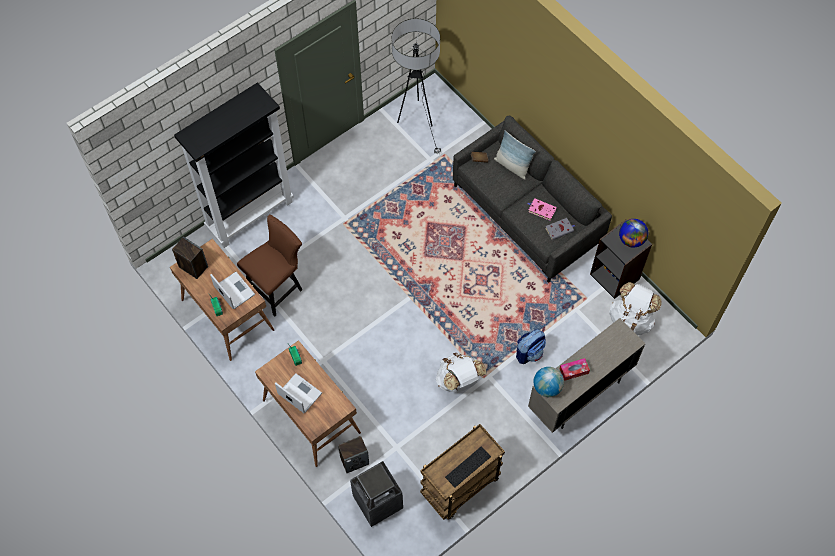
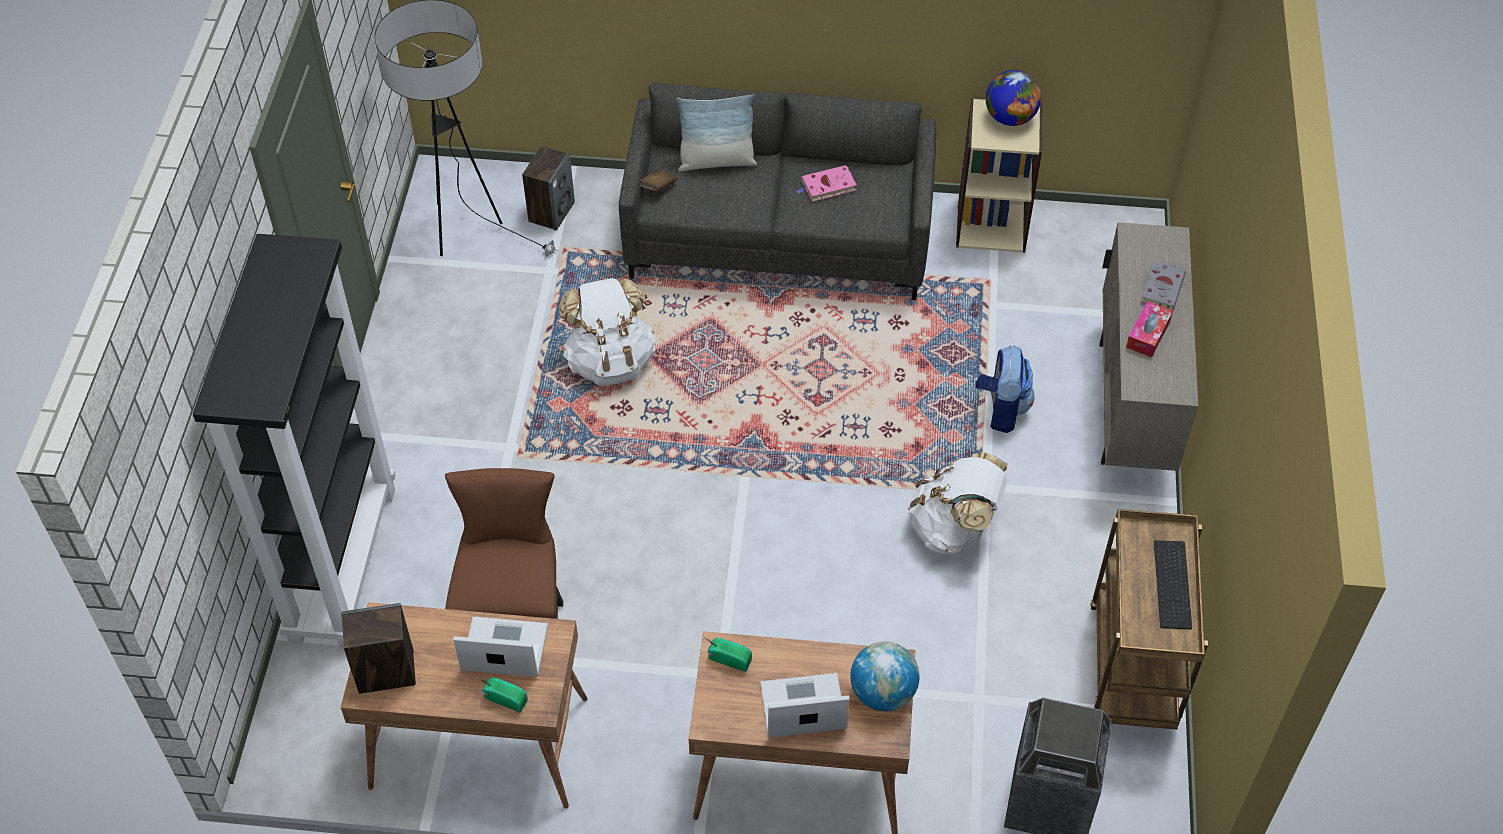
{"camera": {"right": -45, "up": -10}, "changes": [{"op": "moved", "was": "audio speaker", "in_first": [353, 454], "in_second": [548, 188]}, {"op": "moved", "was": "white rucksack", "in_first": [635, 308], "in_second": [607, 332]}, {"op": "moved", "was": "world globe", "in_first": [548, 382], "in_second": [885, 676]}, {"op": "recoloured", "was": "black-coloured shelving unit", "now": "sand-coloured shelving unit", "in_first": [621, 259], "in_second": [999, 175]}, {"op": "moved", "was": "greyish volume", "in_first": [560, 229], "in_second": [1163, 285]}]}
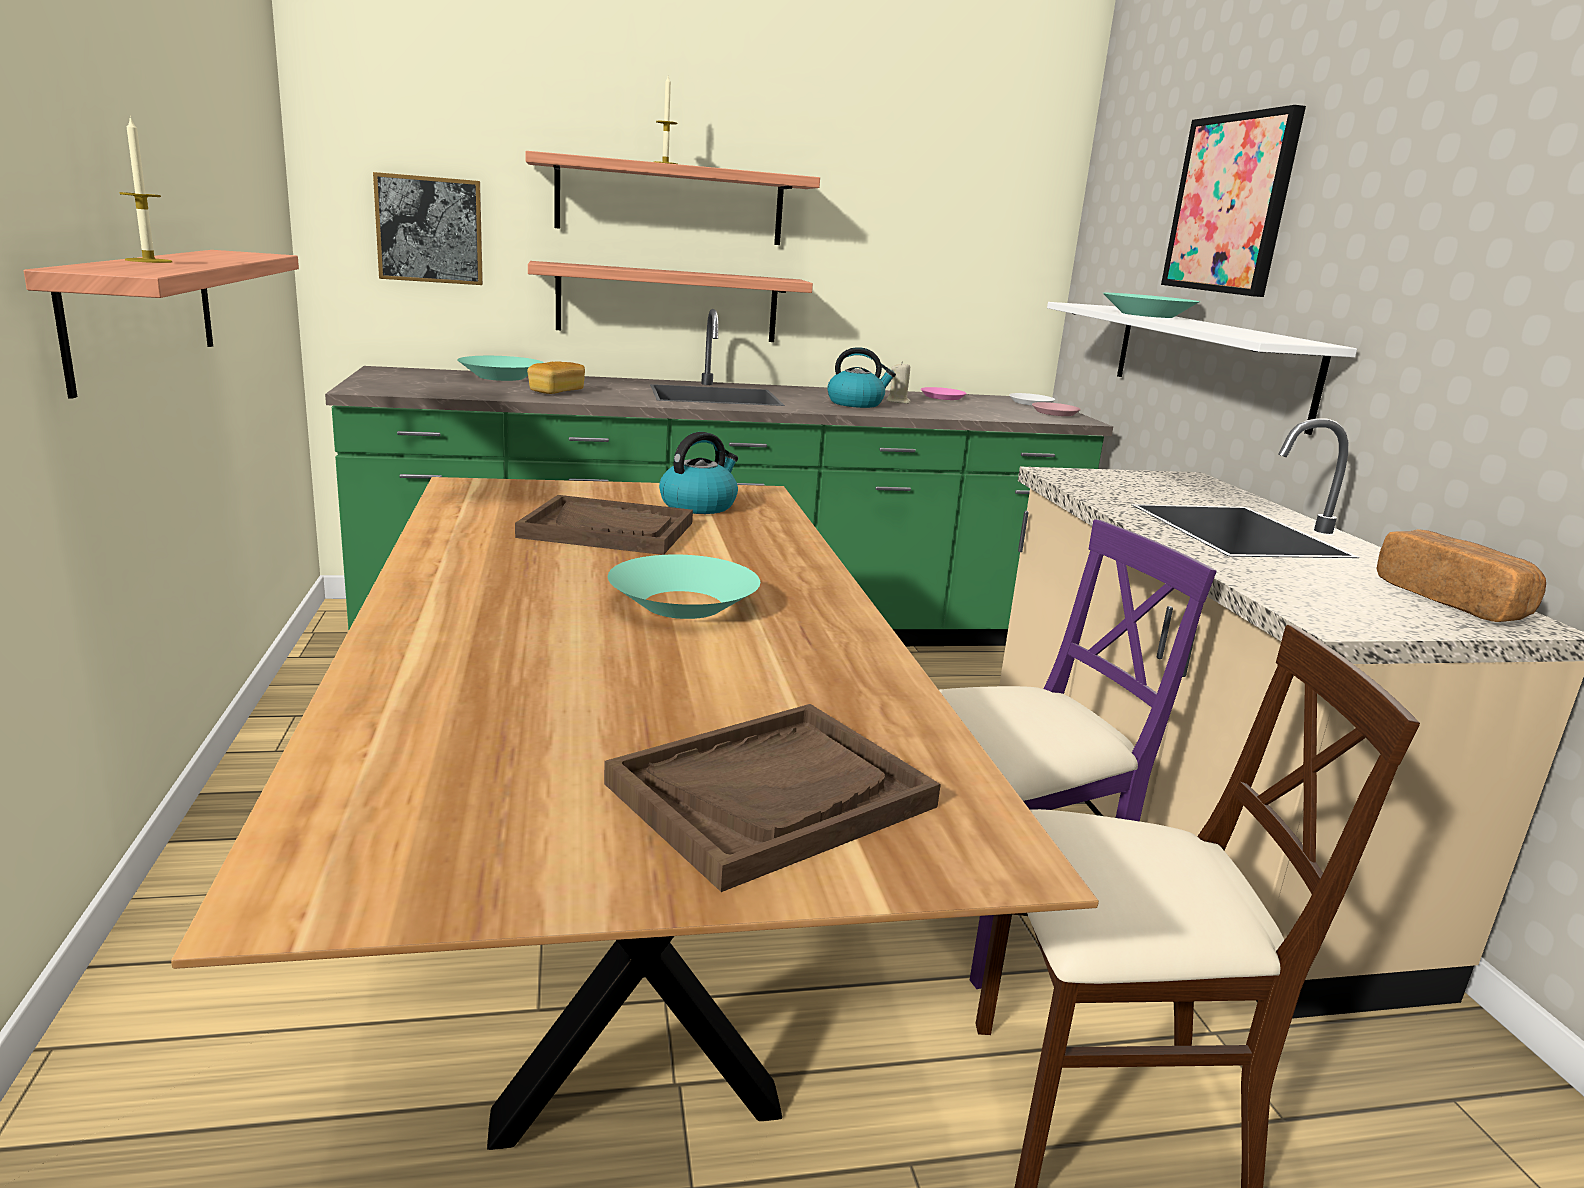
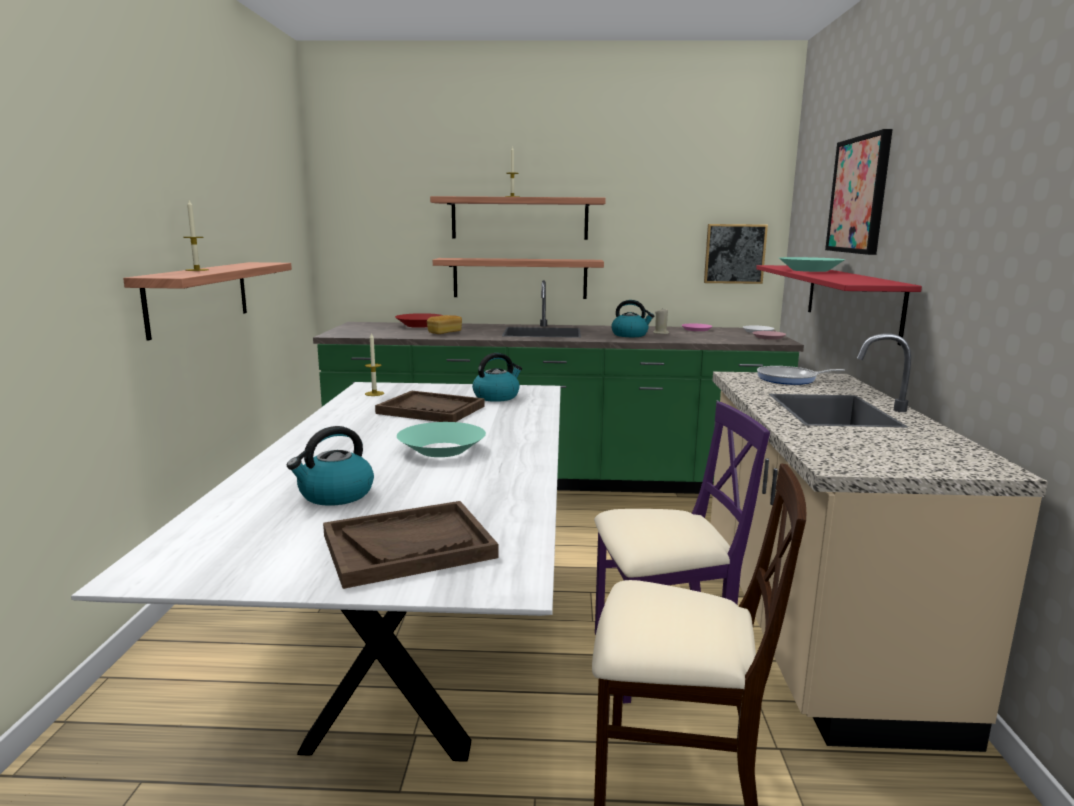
{"camera": {"right": 15, "up": -5}, "changes": [{"op": "recoloured", "was": "brown-coloured dining table", "now": "white dining table", "in_first": [635, 813], "in_second": [316, 572]}, {"op": "added", "now": "kettle", "in_second": [330, 466]}, {"op": "added", "now": "wax light", "in_second": [374, 364]}, {"op": "recoloured", "was": "turquoise-coloured deep dish", "now": "red-coloured deep dish", "in_first": [500, 368], "in_second": [418, 320]}, {"op": "moved", "was": "picture", "in_first": [428, 228], "in_second": [736, 254]}, {"op": "recoloured", "was": "white wall shelf", "now": "red-coloured wall shelf", "in_first": [1202, 368], "in_second": [839, 305]}, {"op": "added", "now": "skillet", "in_second": [801, 375]}, {"op": "removed", "was": "baked bread", "in_first": [1461, 575]}]}
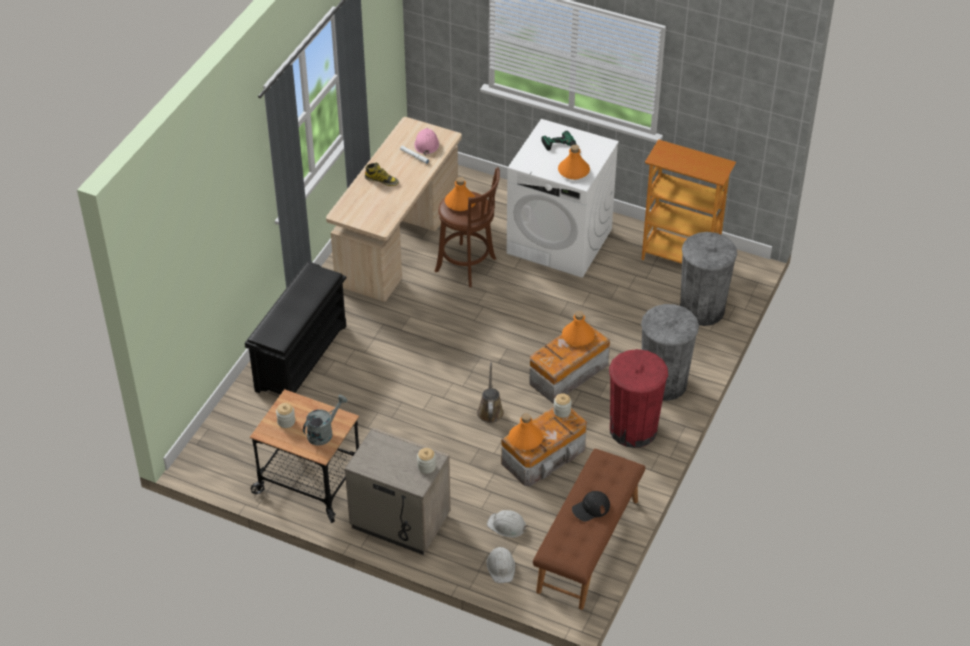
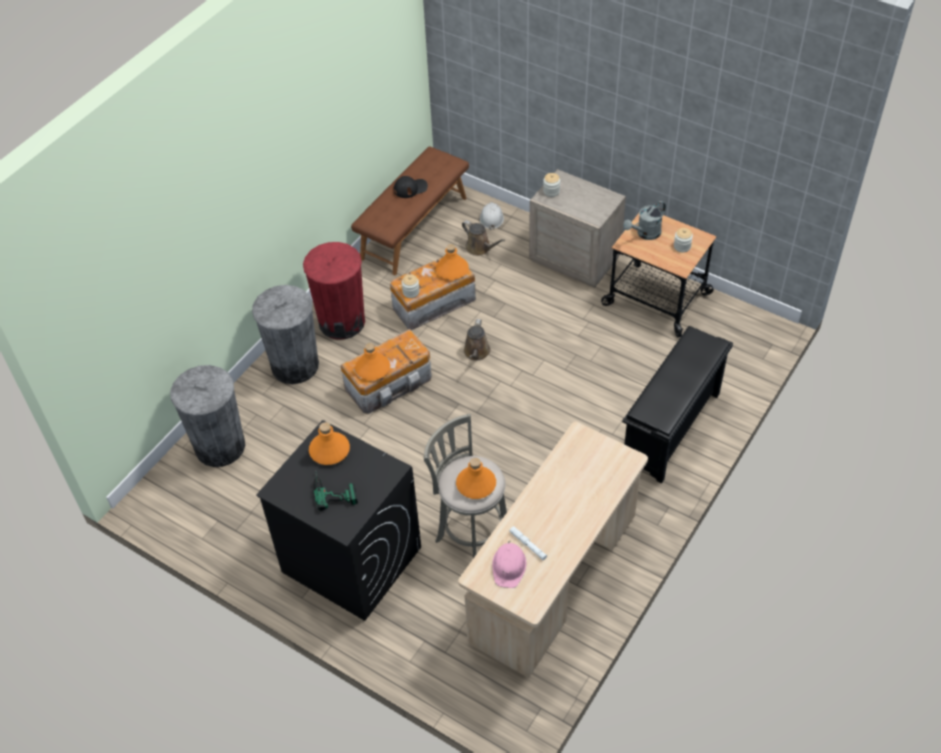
{"camera": {"right": -170, "up": 5}, "changes": [{"op": "recoloured", "was": "white washing machine", "now": "black-coloured washing machine", "in_first": [563, 198], "in_second": [338, 520]}, {"op": "recoloured", "was": "brown-coloured stool seat", "now": "greyish stool seat", "in_first": [467, 227], "in_second": [465, 486]}, {"op": "replaced", "was": "white work helmet", "now": "brown-coloured watering pot", "in_first": [507, 524], "in_second": [483, 238]}, {"op": "removed", "was": "tall boot", "in_first": [382, 174]}, {"op": "removed", "was": "shelving unit", "in_first": [689, 201]}]}
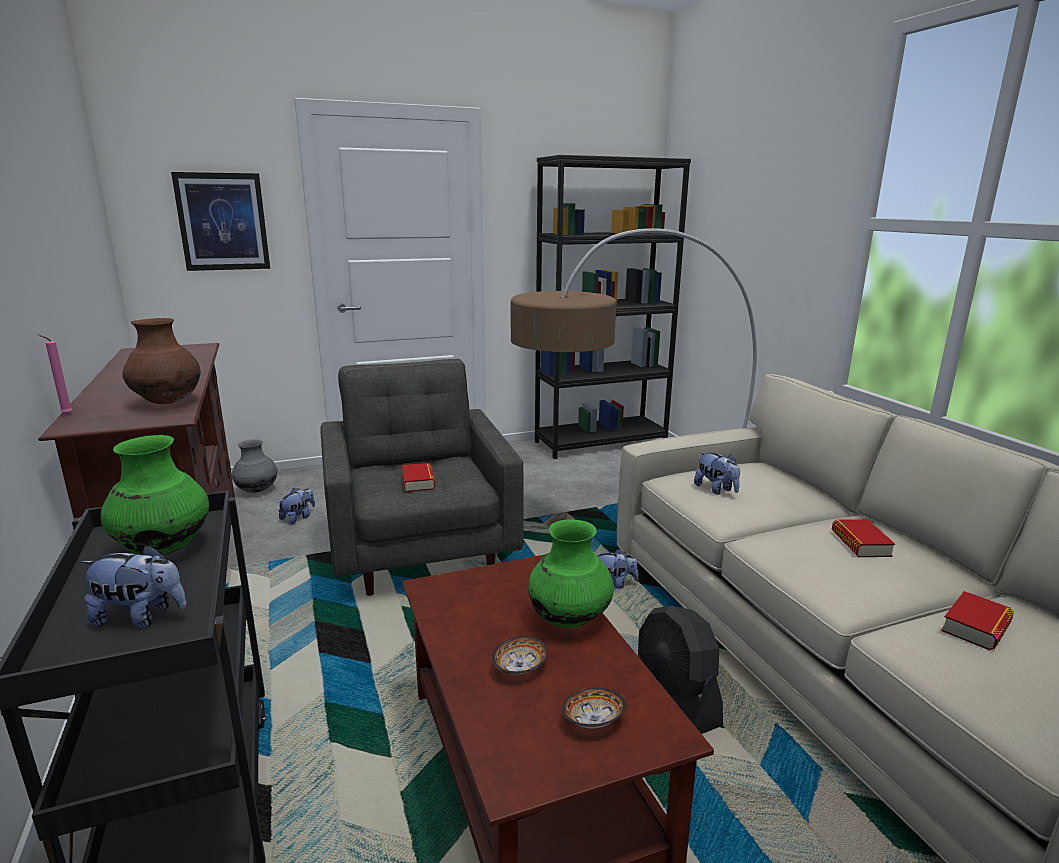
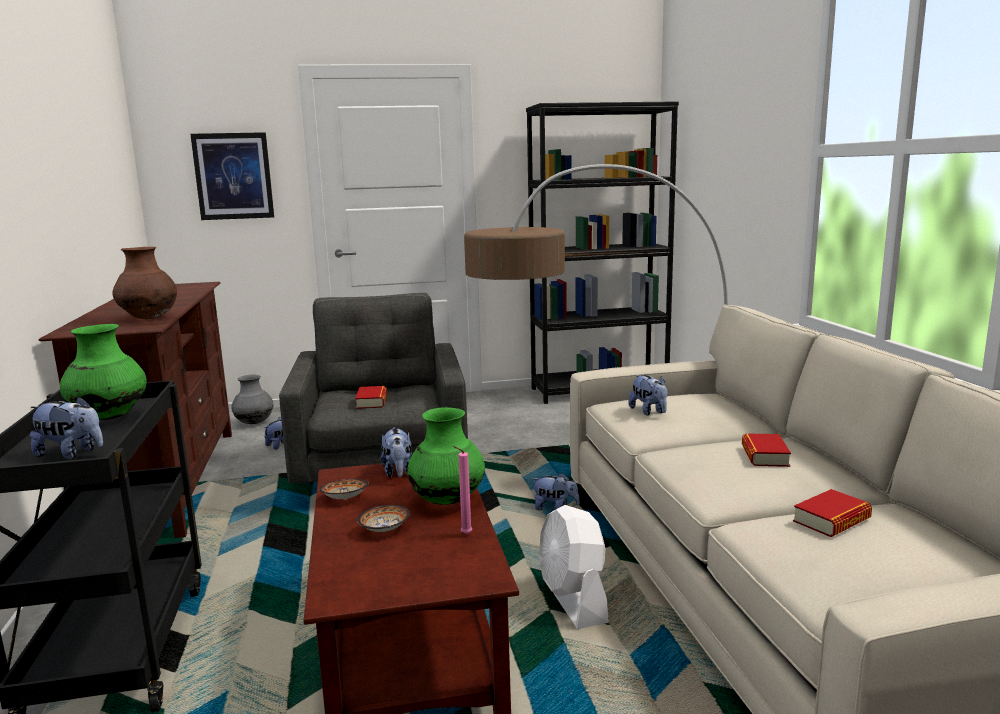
{"camera": {"right": 10, "up": -5}, "changes": [{"op": "moved", "was": "deep dish", "in_first": [594, 708], "in_second": [344, 489]}, {"op": "added", "now": "cuddly toy", "in_second": [396, 452]}, {"op": "moved", "was": "pinkish wax light", "in_first": [55, 374], "in_second": [462, 490]}, {"op": "recoloured", "was": "black-coloured cooling fan", "now": "white cooling fan", "in_first": [680, 670], "in_second": [574, 567]}]}
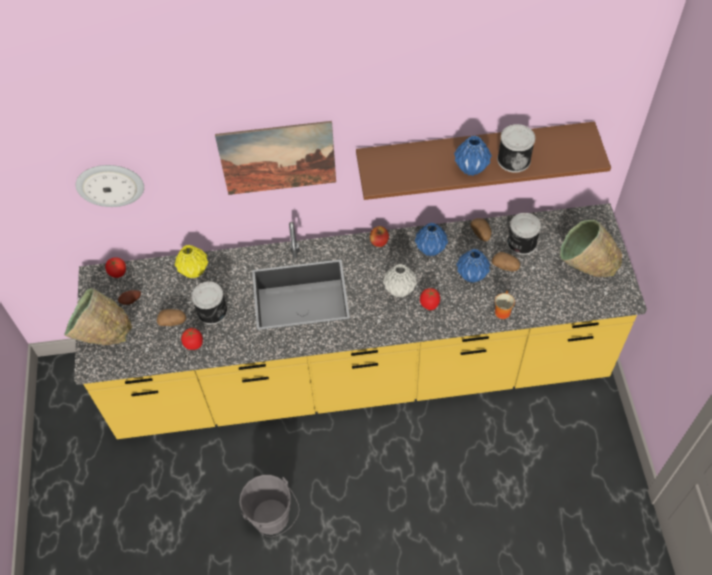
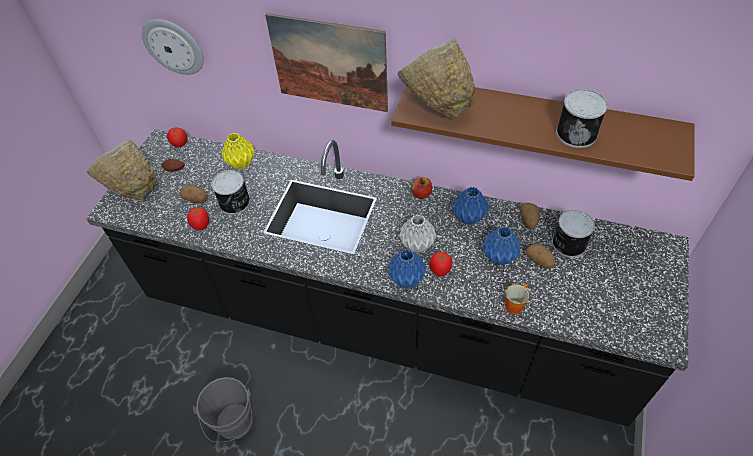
{"camera": {"right": 25, "up": -5}, "changes": [{"op": "recoloured", "was": "yellow kitchen base unit", "now": "black-coloured kitchen base unit", "in_first": [360, 321], "in_second": [387, 278]}, {"op": "moved", "was": "bluish vase", "in_first": [473, 156], "in_second": [406, 268]}, {"op": "moved", "was": "green-coloured deep dish", "in_first": [591, 248], "in_second": [437, 78]}]}
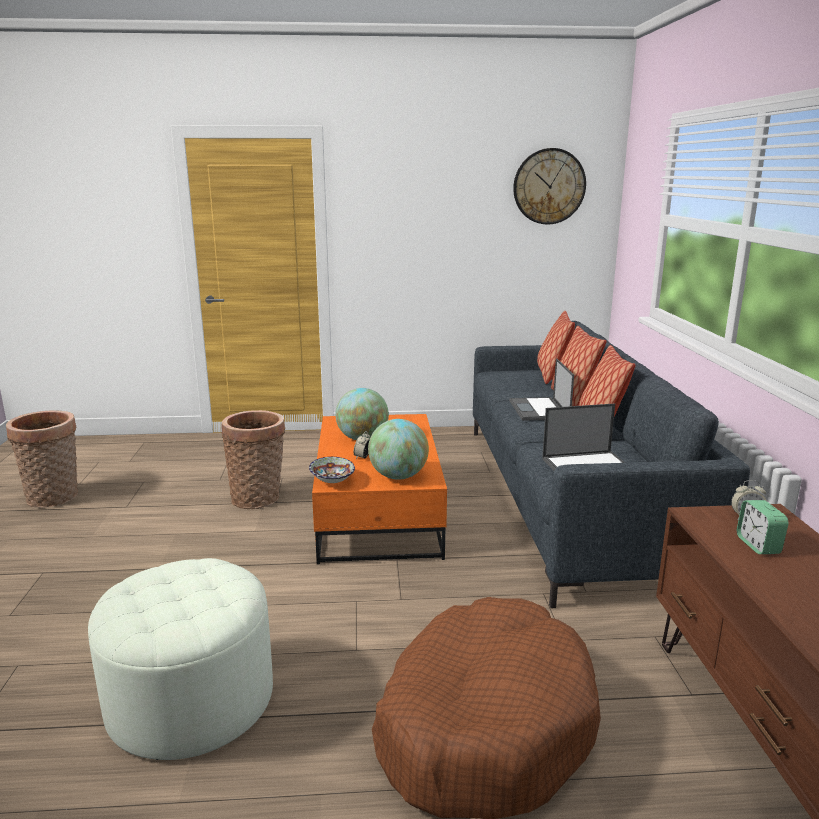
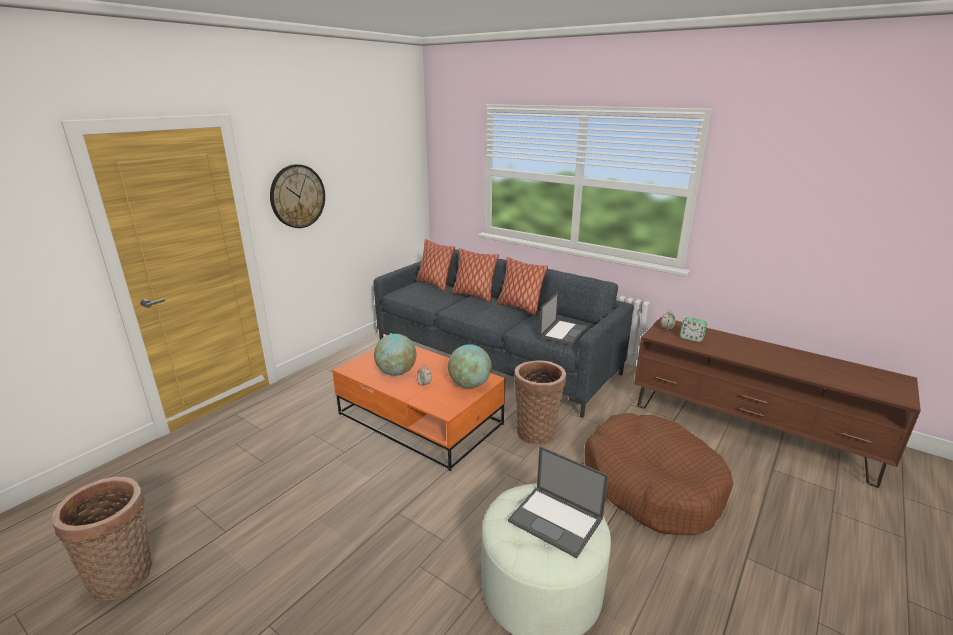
{"camera": {"right": -50, "up": 5}, "changes": [{"op": "moved", "was": "wall clock", "in_first": [549, 186], "in_second": [297, 196]}, {"op": "moved", "was": "notebook computer", "in_first": [541, 389], "in_second": [558, 502]}, {"op": "moved", "was": "household basket", "in_first": [253, 459], "in_second": [540, 402]}, {"op": "removed", "was": "deep dish", "in_first": [332, 470]}]}
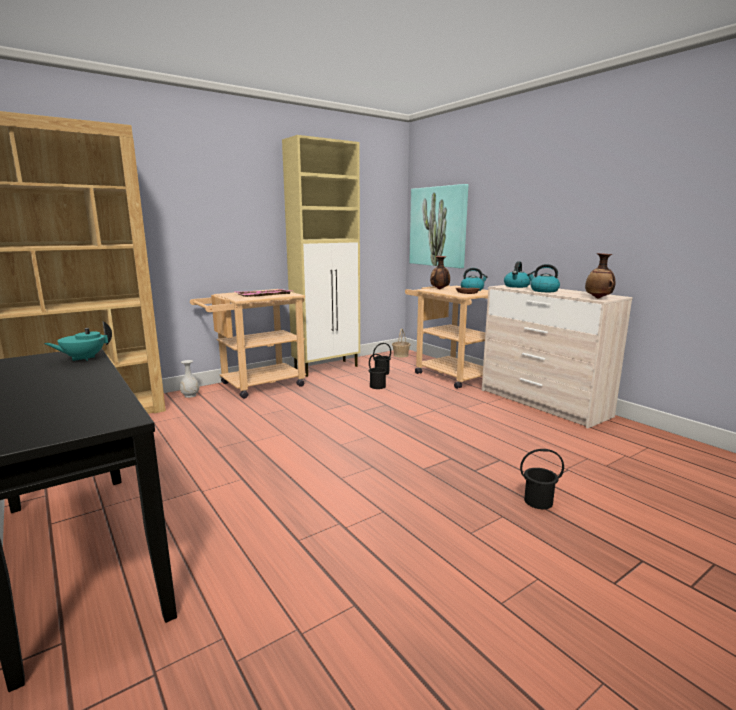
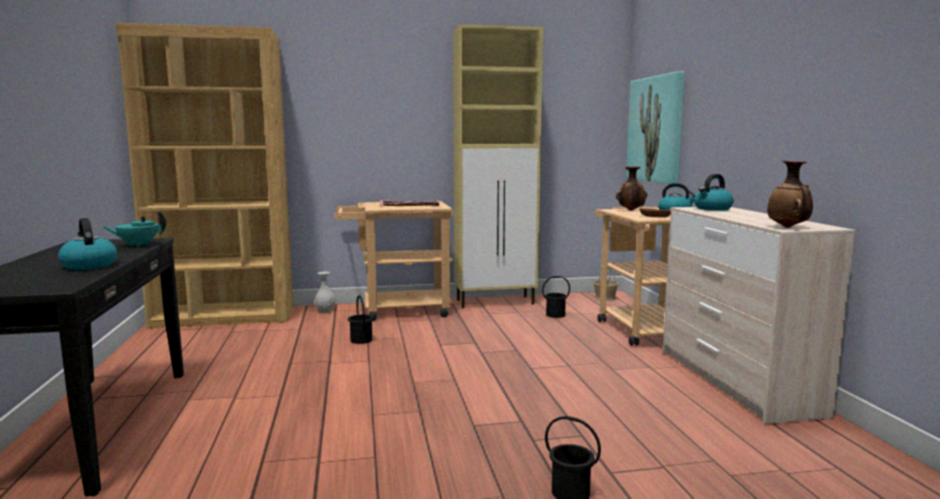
{"camera": {"right": 25, "up": -5}, "changes": [{"op": "moved", "was": "kettle", "in_first": [543, 278], "in_second": [87, 244]}, {"op": "moved", "was": "black-coloured bucket", "in_first": [378, 371], "in_second": [361, 319]}]}
